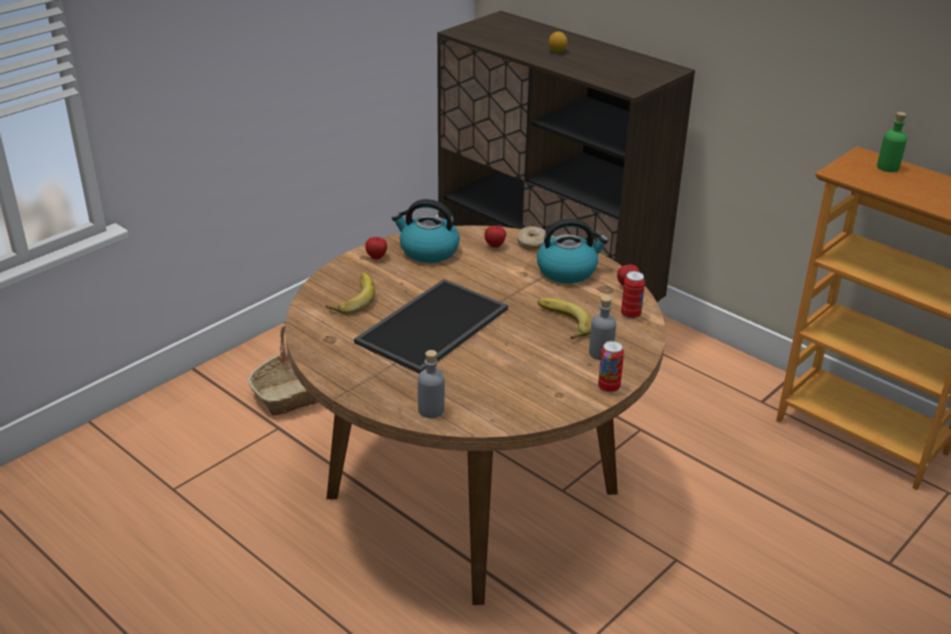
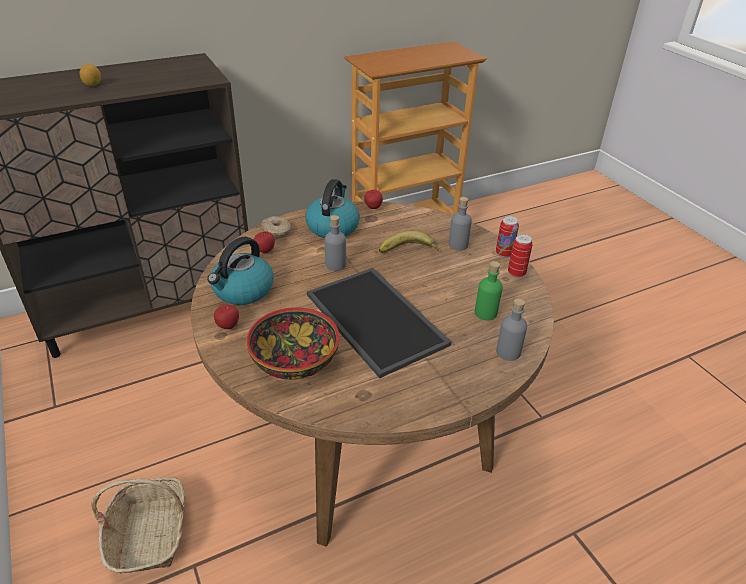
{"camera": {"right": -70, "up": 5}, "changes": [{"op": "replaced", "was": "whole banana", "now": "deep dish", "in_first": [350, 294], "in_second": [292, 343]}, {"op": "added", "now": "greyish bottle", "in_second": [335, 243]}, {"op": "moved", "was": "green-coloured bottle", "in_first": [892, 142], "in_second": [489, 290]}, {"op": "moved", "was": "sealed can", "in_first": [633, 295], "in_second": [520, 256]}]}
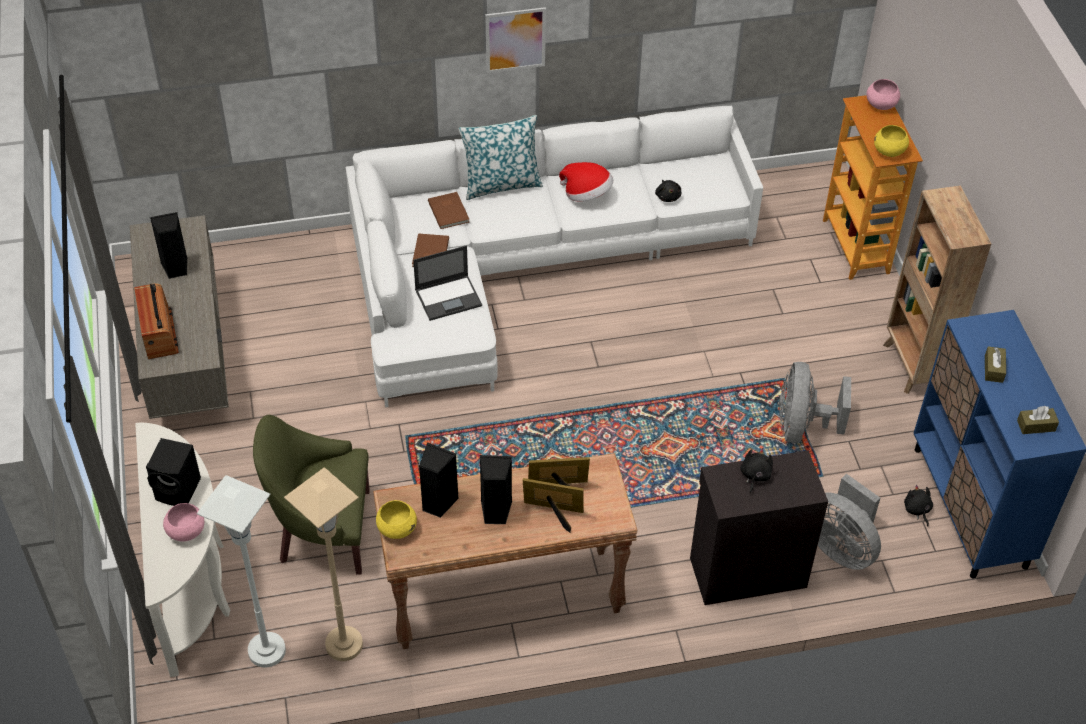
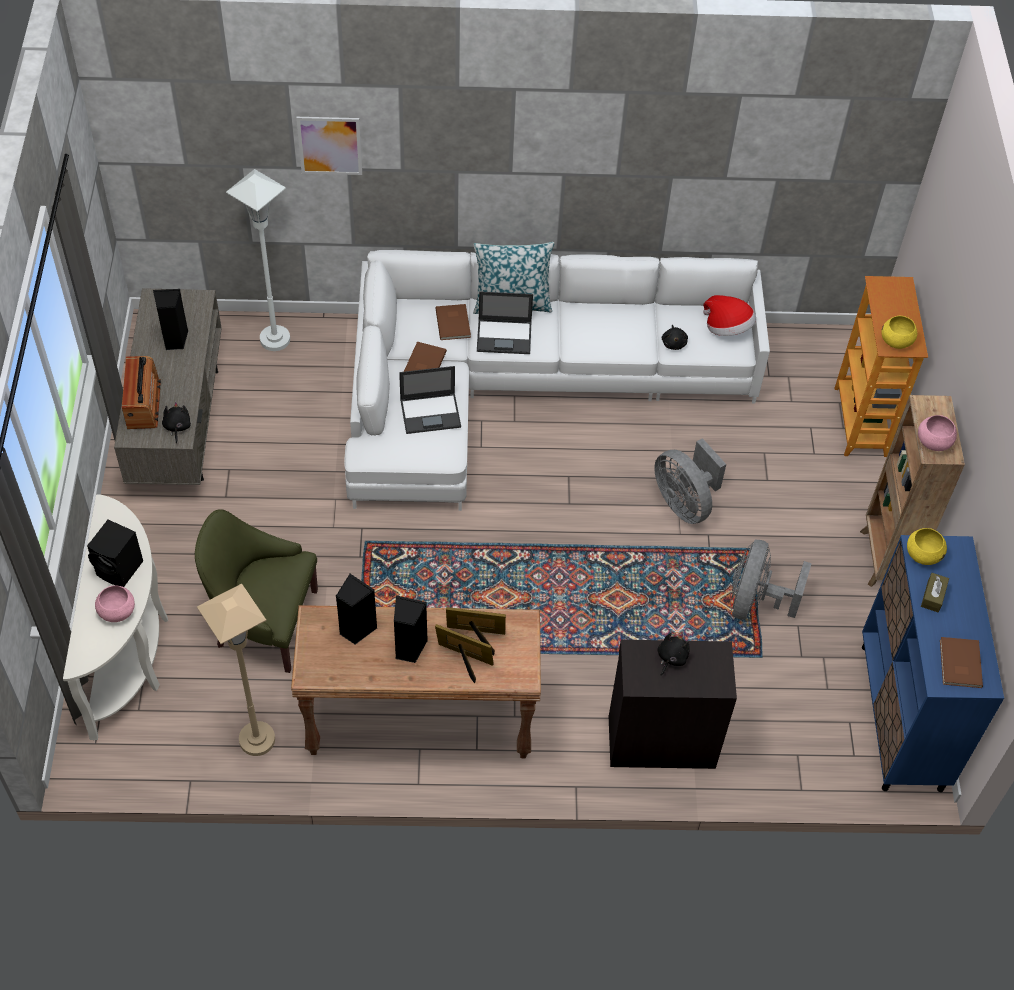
{"camera": {"right": 10, "up": 5}, "changes": [{"op": "moved", "was": "black-coloured cuddly toy", "in_first": [918, 506], "in_second": [176, 423]}, {"op": "moved", "was": "white standing lamp", "in_first": [241, 571], "in_second": [258, 260]}, {"op": "moved", "was": "picture", "in_first": [515, 40], "in_second": [329, 146]}, {"op": "added", "now": "notebook computer", "in_second": [505, 323]}, {"op": "moved", "was": "greyish cooling fan", "in_first": [849, 522], "in_second": [690, 481]}, {"op": "moved", "was": "hat", "in_first": [586, 181], "in_second": [729, 315]}, {"op": "moved", "was": "yellow deep dish", "in_first": [396, 519], "in_second": [927, 546]}, {"op": "moved", "was": "pinkish deep dish", "in_first": [883, 94], "in_second": [937, 433]}, {"op": "replaced", "was": "brown-coloured tissue holder", "now": "brown-coloured volume", "in_first": [1038, 420], "in_second": [961, 662]}]}
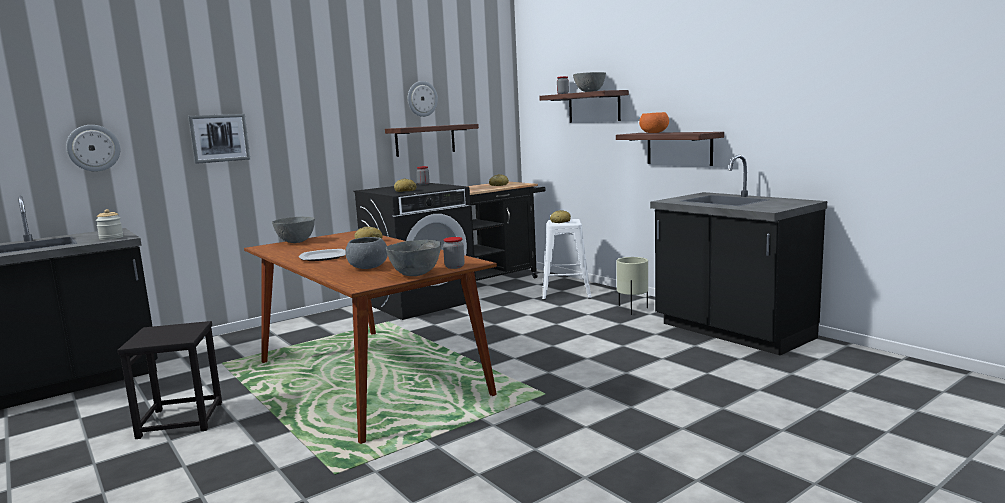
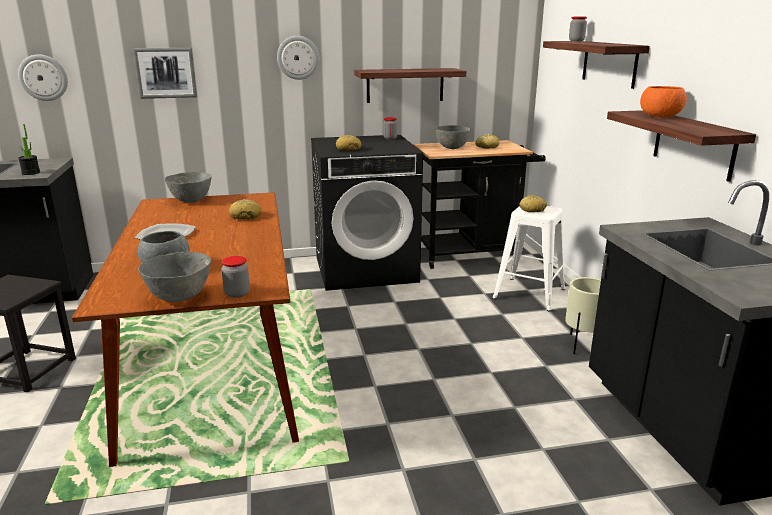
{"camera": {"right": 25, "up": 10}, "changes": [{"op": "replaced", "was": "preserve jar", "now": "plant in a pot", "in_first": [109, 224], "in_second": [29, 149]}, {"op": "moved", "was": "wall clock", "in_first": [423, 99], "in_second": [298, 58]}, {"op": "moved", "was": "greyish deep dish", "in_first": [589, 82], "in_second": [453, 137]}]}
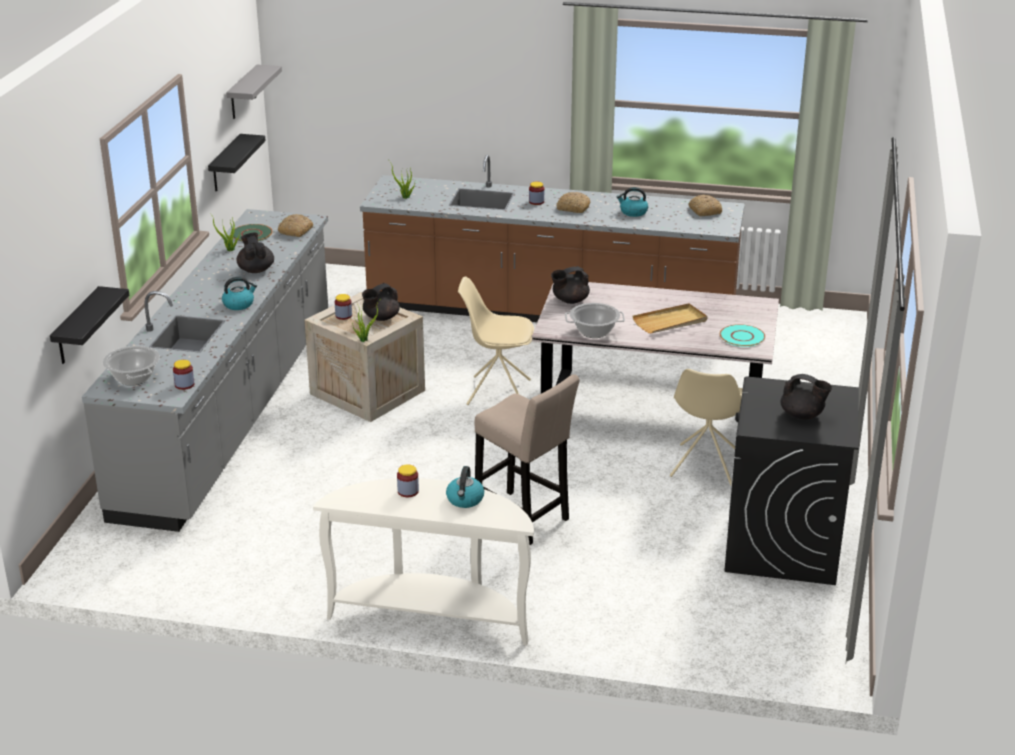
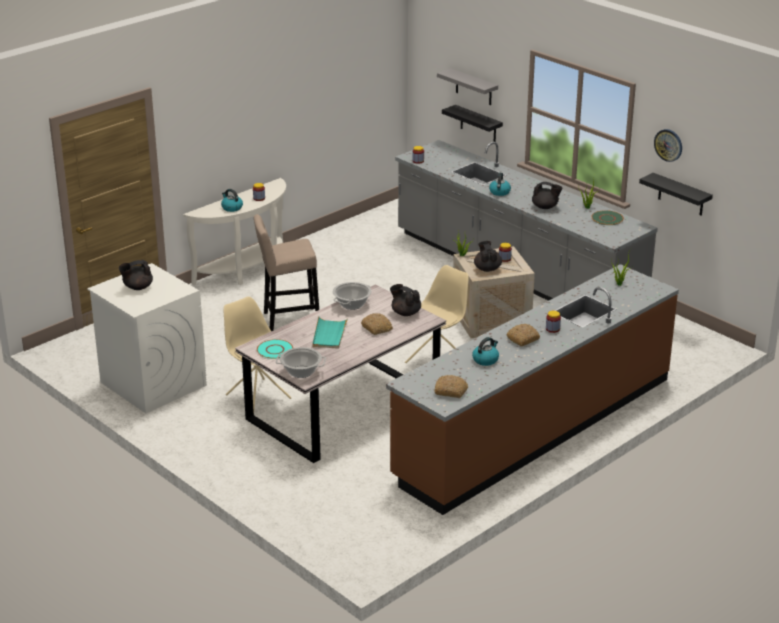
{"camera": {"right": 125, "up": 0}, "changes": [{"op": "recoloured", "was": "black-coloured washing machine", "now": "white washing machine", "in_first": [791, 480], "in_second": [147, 338]}, {"op": "moved", "was": "cooking pot", "in_first": [131, 366], "in_second": [301, 362]}, {"op": "recoloured", "was": "sand-coloured carrying tray", "now": "turquoise-coloured carrying tray", "in_first": [670, 318], "in_second": [330, 332]}, {"op": "moved", "was": "baked bread", "in_first": [295, 225], "in_second": [377, 324]}, {"op": "turned", "was": "black-coloured tea pot", "in_first": [570, 285], "in_second": [405, 300], "clockwise": -60}, {"op": "moved", "was": "greyish wall shelf", "in_first": [254, 92], "in_second": [467, 86]}, {"op": "added", "now": "wall clock", "in_second": [668, 145]}]}
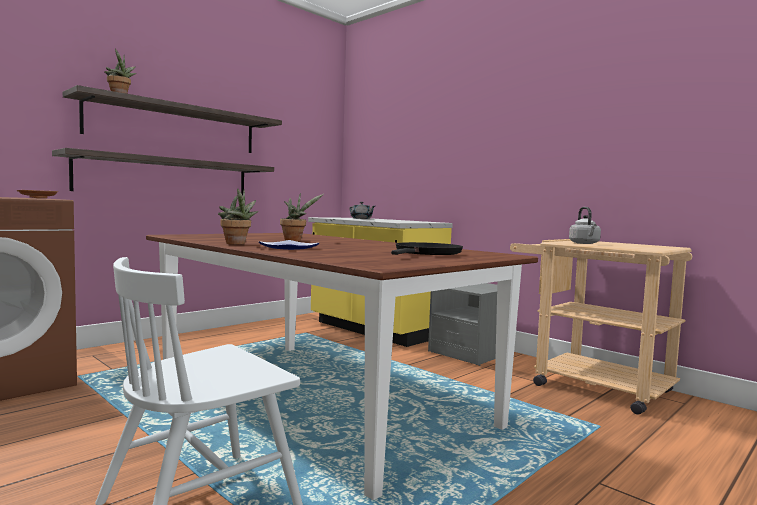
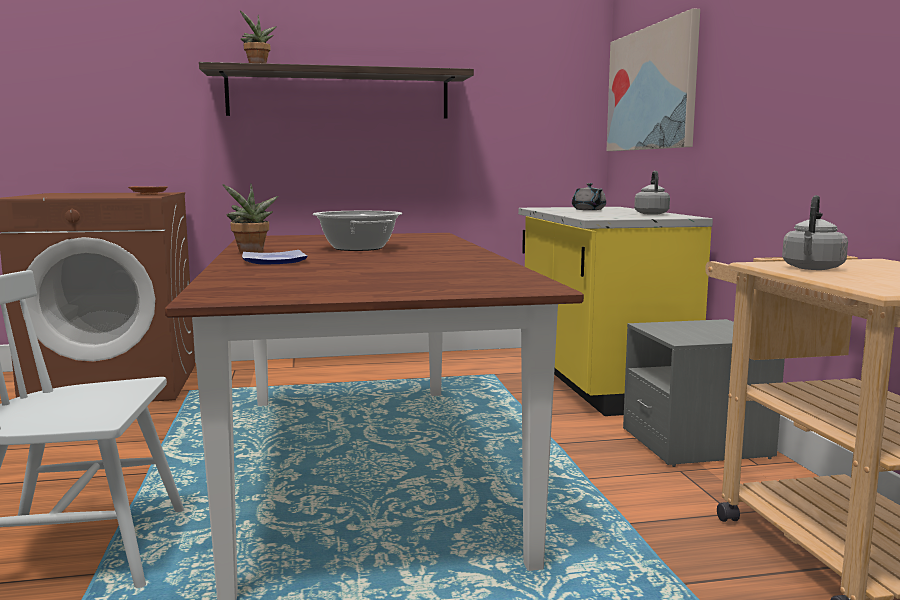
{"camera": {"right": 35, "up": 5}, "changes": [{"op": "replaced", "was": "plant in a pot", "now": "cooking pot", "in_first": [302, 217], "in_second": [357, 231]}, {"op": "added", "now": "picture", "in_second": [653, 79]}, {"op": "added", "now": "greyish kettle", "in_second": [652, 193]}, {"op": "removed", "was": "wall shelf", "in_first": [163, 172]}, {"op": "removed", "was": "black-coloured skillet", "in_first": [427, 248]}]}
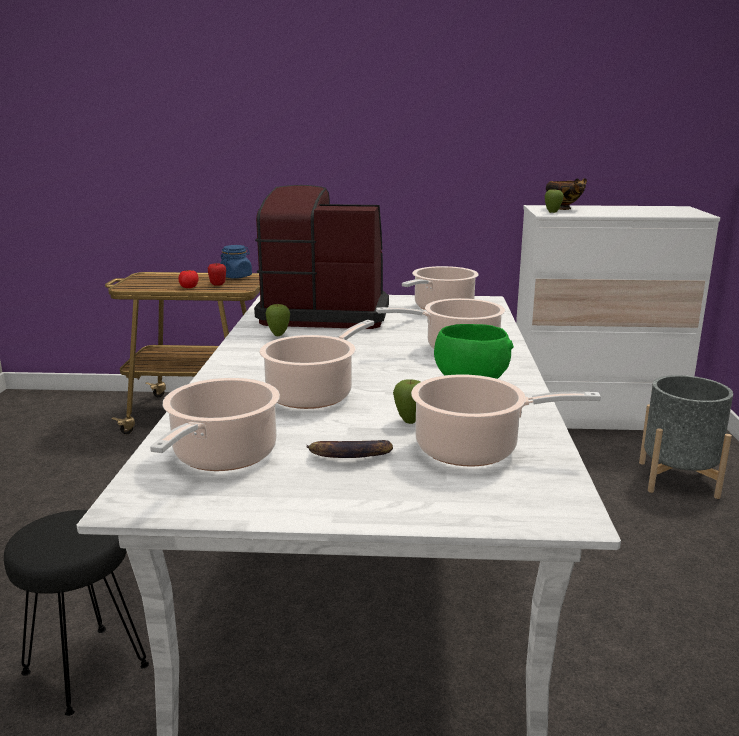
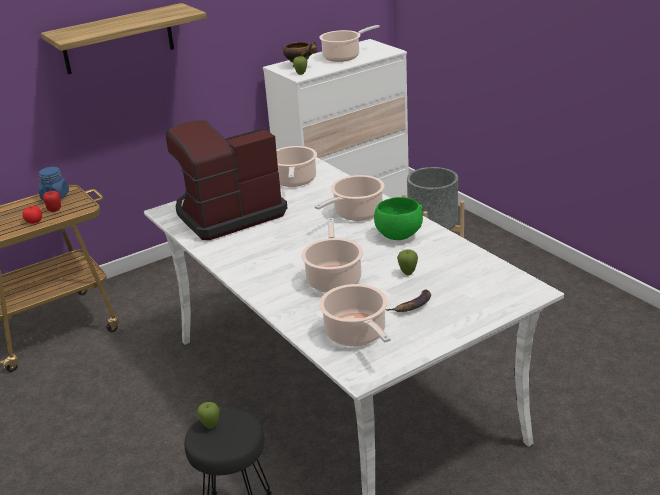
{"camera": {"right": -35, "up": 10}, "changes": [{"op": "added", "now": "wall shelf", "in_second": [124, 38]}, {"op": "moved", "was": "apple fruit", "in_first": [277, 320], "in_second": [208, 415]}, {"op": "moved", "was": "cooking pot", "in_first": [506, 420], "in_second": [349, 43]}]}
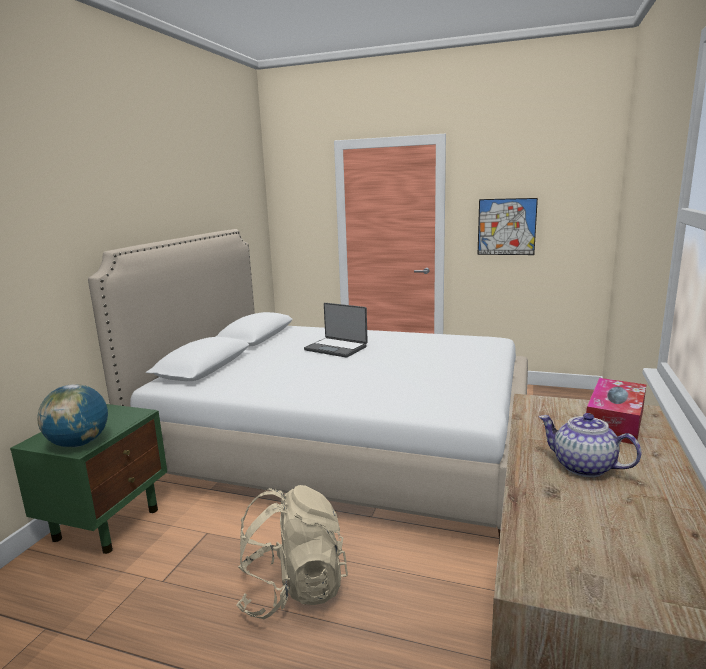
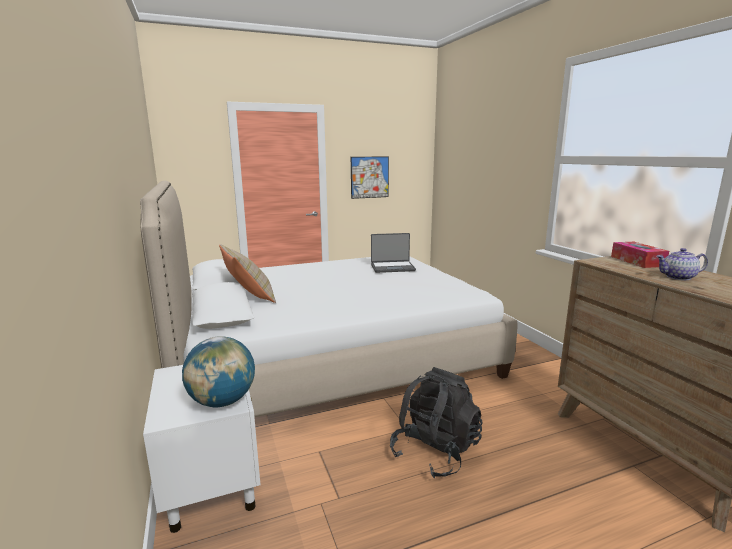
{"camera": {"right": -40, "up": 0}, "changes": [{"op": "recoloured", "was": "green-coloured nightstand", "now": "white nightstand", "in_first": [88, 479], "in_second": [202, 449]}, {"op": "added", "now": "sand-coloured pillow", "in_second": [247, 273]}, {"op": "moved", "was": "notebook computer", "in_first": [336, 330], "in_second": [393, 253]}, {"op": "recoloured", "was": "sand-coloured rucksack", "now": "black-coloured rucksack", "in_first": [292, 552], "in_second": [436, 422]}]}
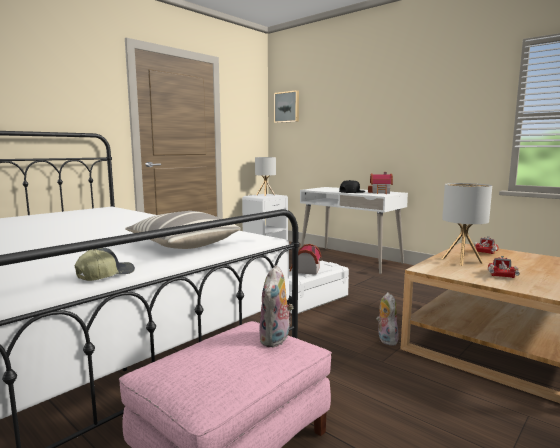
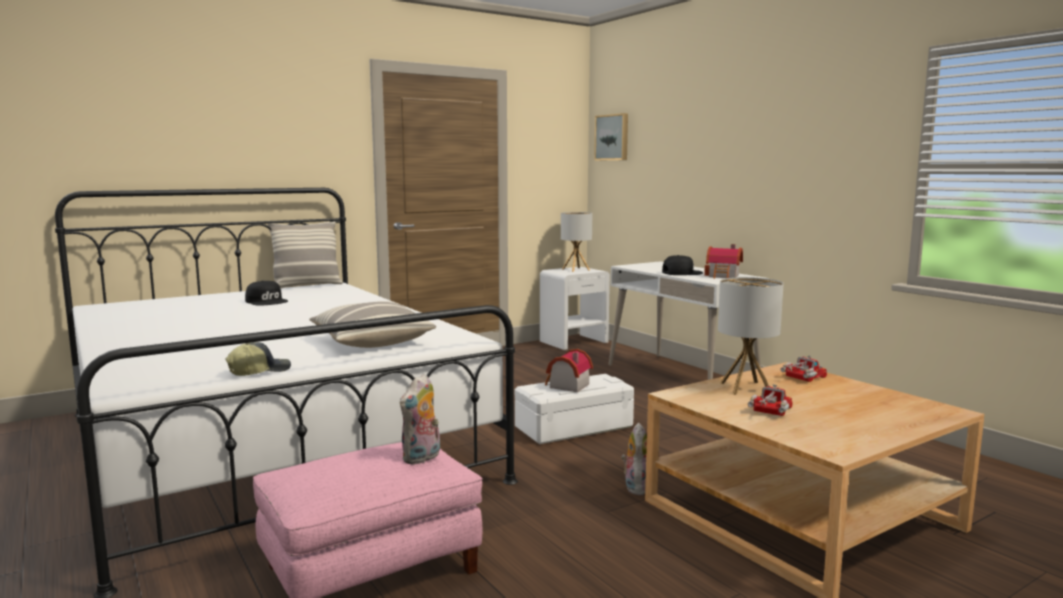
{"camera": {"right": 15, "up": 0}, "changes": [{"op": "added", "now": "black-coloured baseball cap", "in_second": [266, 293]}, {"op": "added", "now": "pillow", "in_second": [305, 255]}]}
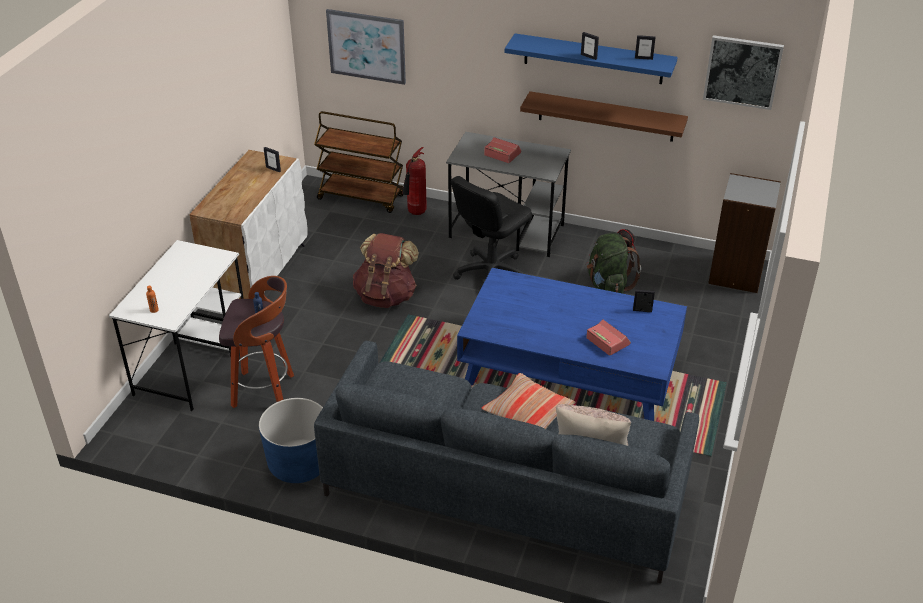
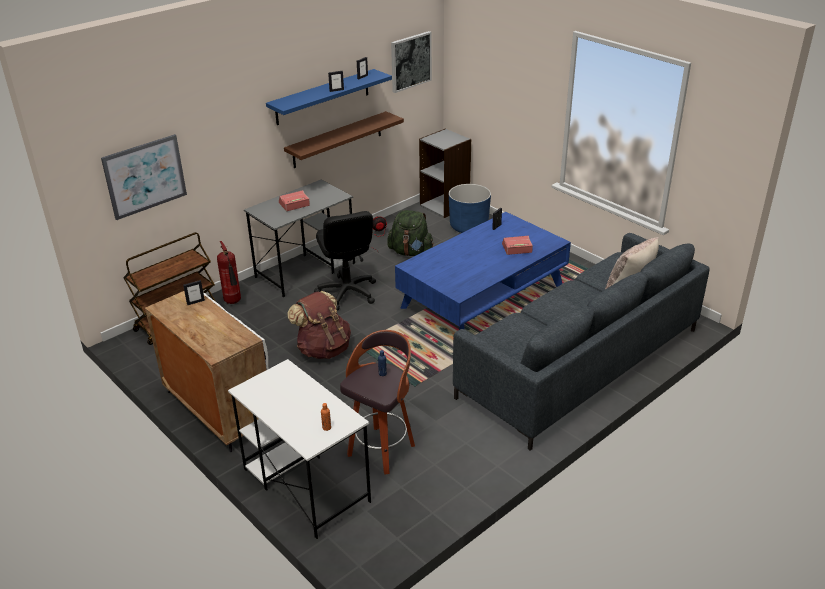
{"camera": {"right": -60, "up": -5}, "changes": [{"op": "moved", "was": "bluish planter", "in_first": [291, 440], "in_second": [470, 208]}, {"op": "removed", "was": "pillow", "in_first": [528, 401]}]}
